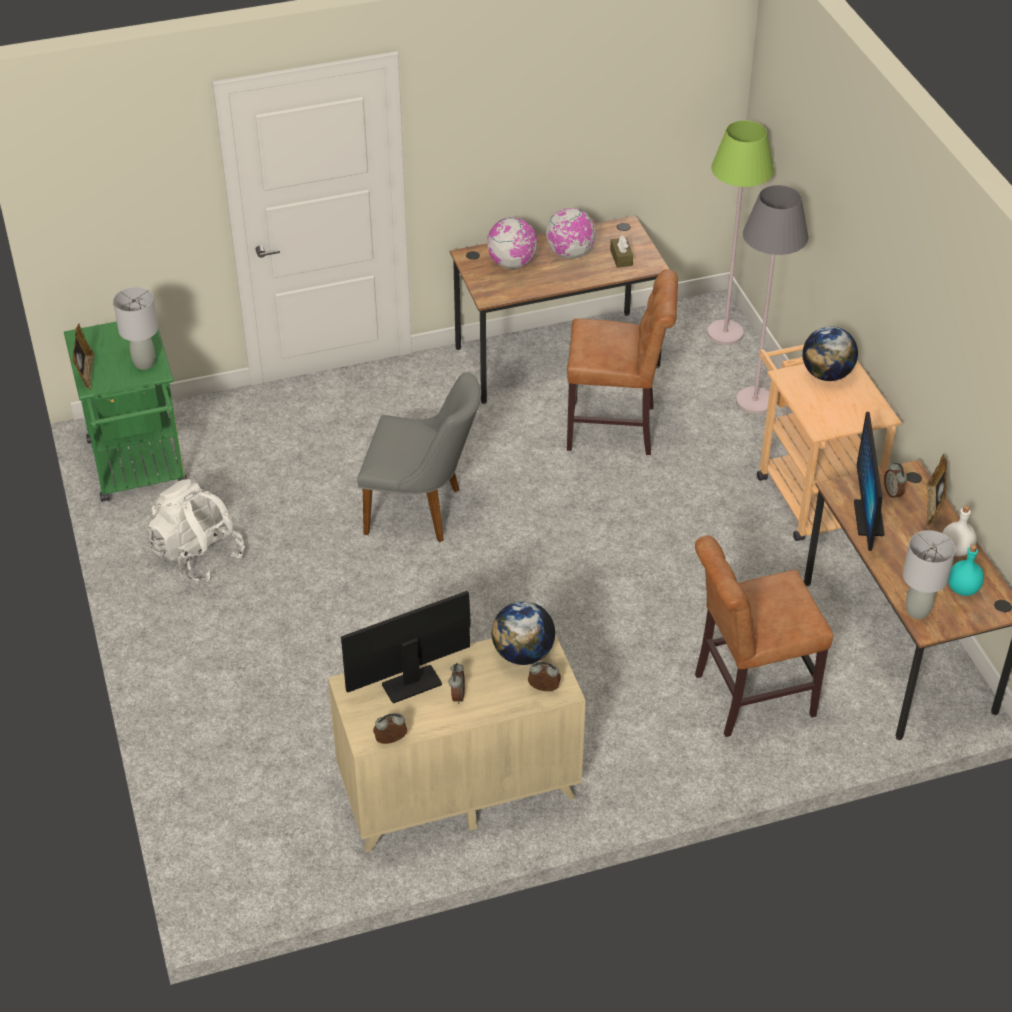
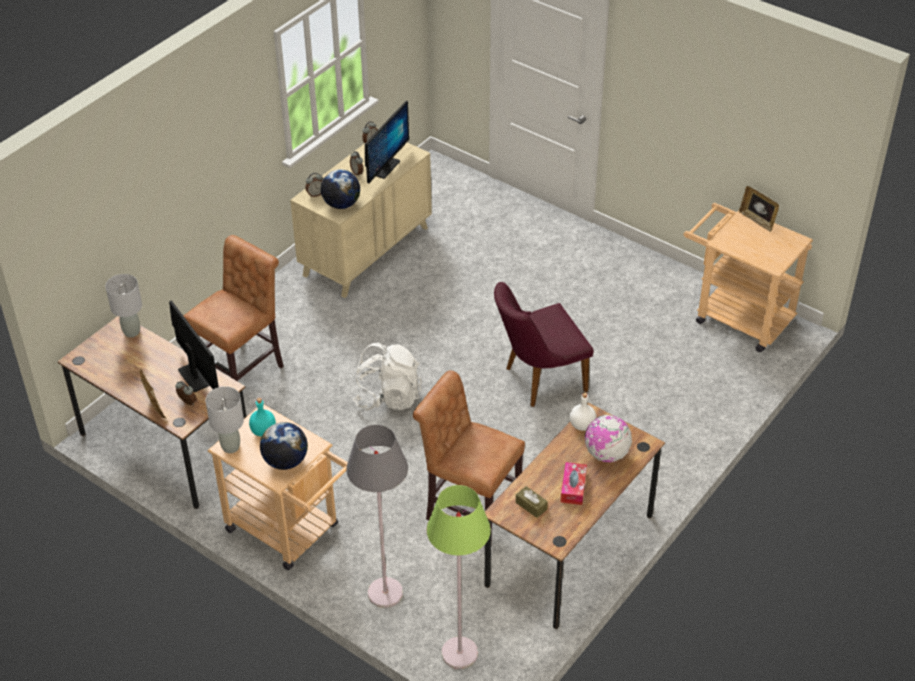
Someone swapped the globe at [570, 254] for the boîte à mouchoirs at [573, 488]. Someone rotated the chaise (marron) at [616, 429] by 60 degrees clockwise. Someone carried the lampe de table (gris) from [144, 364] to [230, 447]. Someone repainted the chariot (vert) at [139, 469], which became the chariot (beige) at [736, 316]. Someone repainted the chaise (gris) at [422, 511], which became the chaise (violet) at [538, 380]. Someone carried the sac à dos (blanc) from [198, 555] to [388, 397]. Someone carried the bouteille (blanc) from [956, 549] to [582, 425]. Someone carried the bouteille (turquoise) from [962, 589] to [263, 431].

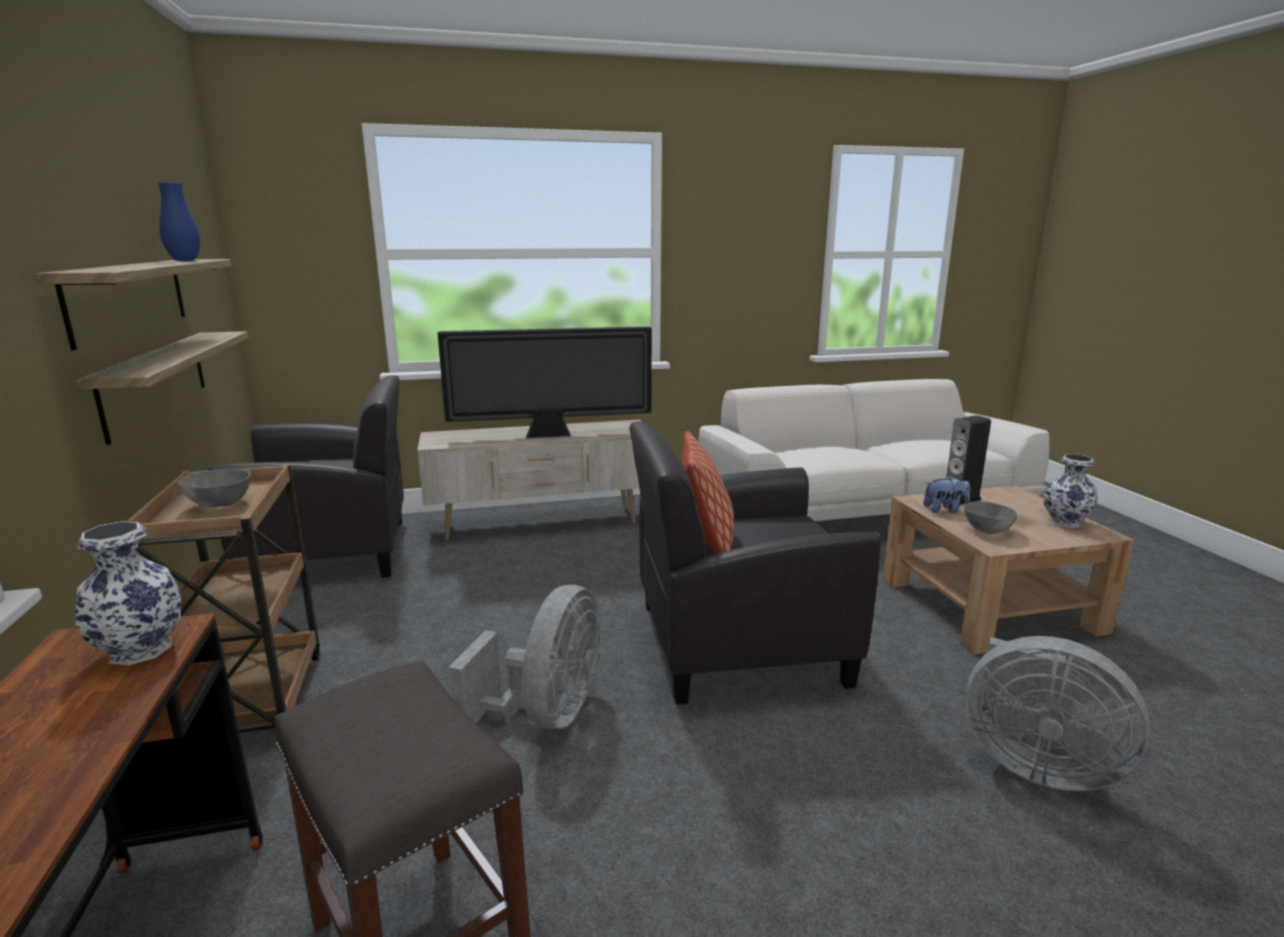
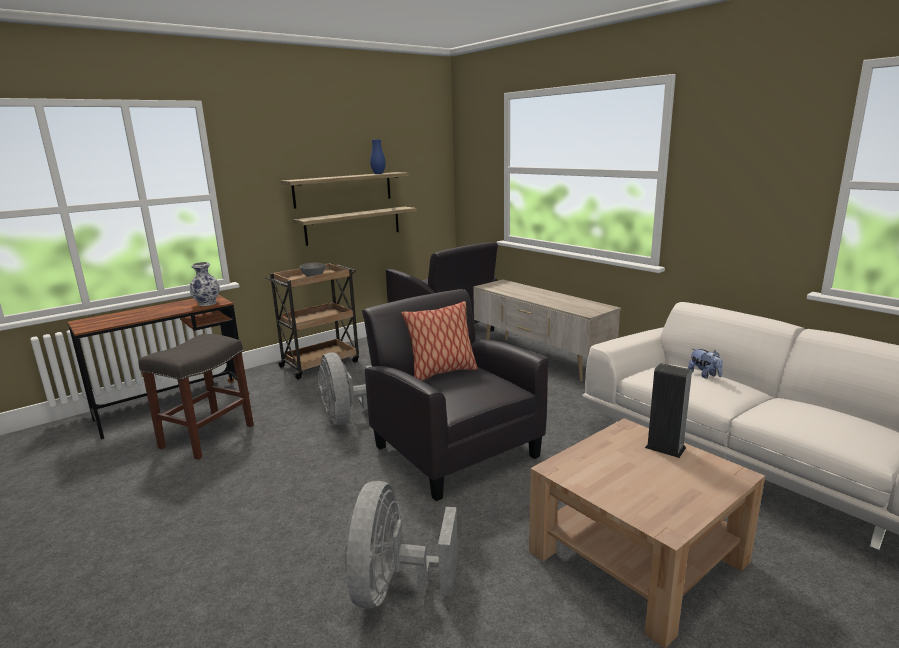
Someone took away the téléviseur at [551, 435]. Someone took away the vase at [1066, 522]. Someone carried the peluche from [944, 510] to [704, 375]. Someone took away the bol (gris) at [986, 531]. Someone rotated the ventilateur (gris) at [547, 714] by 75 degrees clockwise.

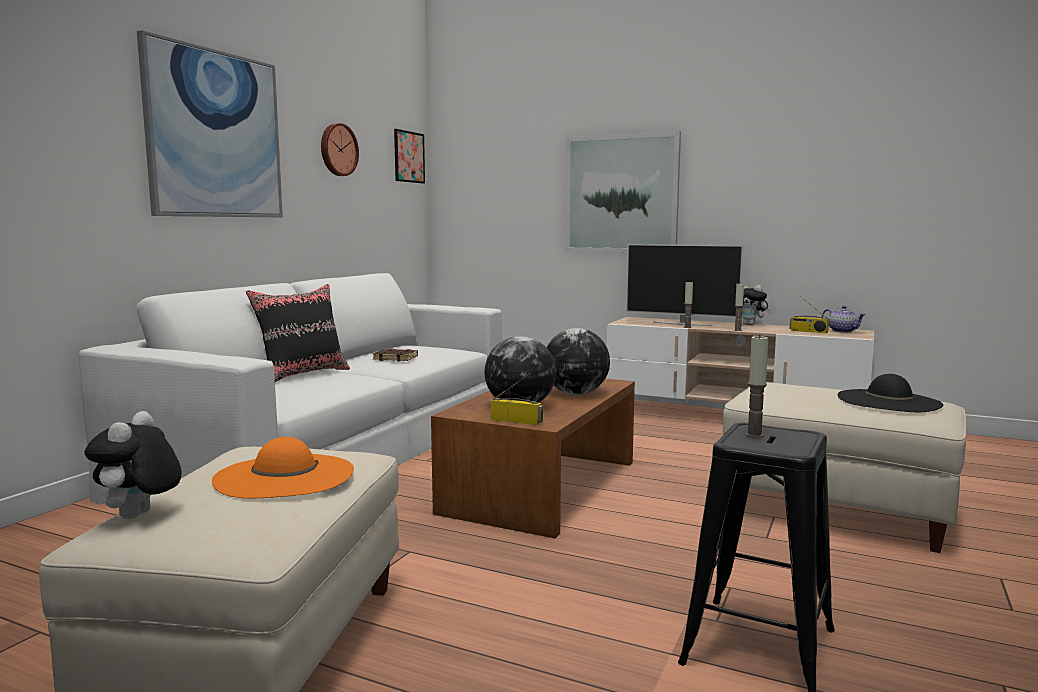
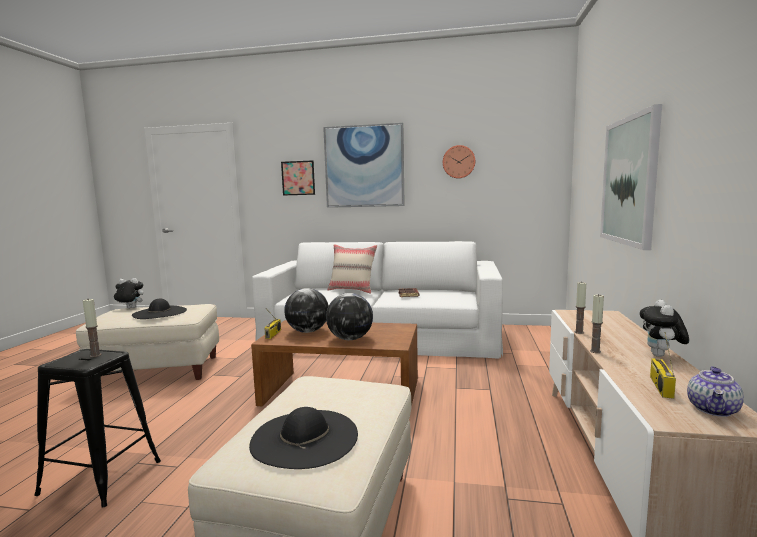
Someone carried the tableau from [409, 157] to [298, 178]. Someone took away the téléviseur at [681, 324]. Someone repainted the coussin (noir) at [303, 374], which became the coussin (beige) at [352, 290]. Someone repainted the chapeau (orange) at [284, 476], which became the chapeau (noir) at [159, 312].

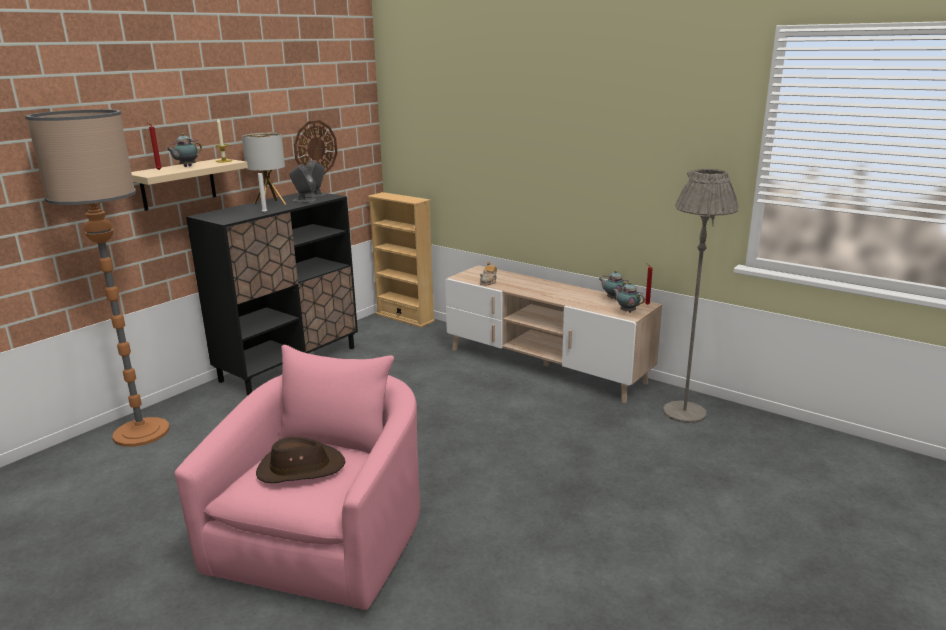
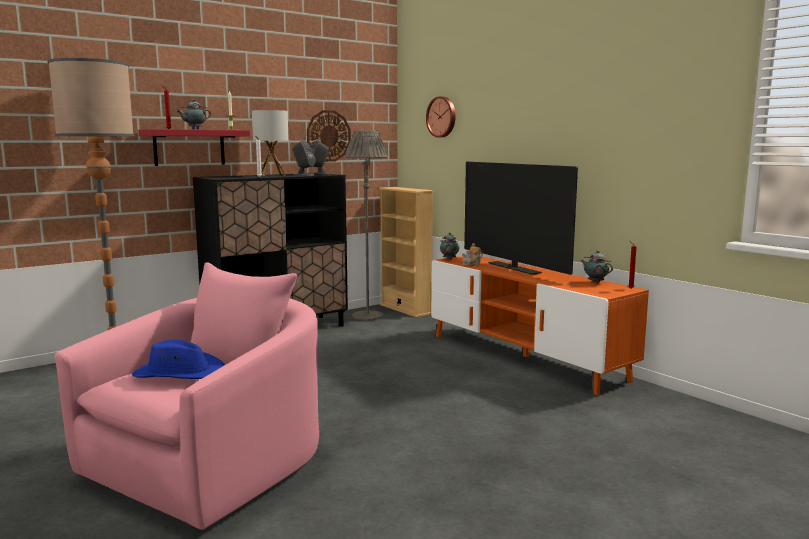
Someone repainted the étagère (beige) at [178, 184], which became the étagère (rouge) at [189, 147]. Someone carried the lampadaire (gris) from [684, 412] to [367, 316]. Someone repainted the meuble télé (beige) at [545, 366], which became the meuble télé (orange) at [524, 356]. Someone carried the théière from [627, 311] to [449, 259]. Someone repainted the chapeau (marron) at [300, 468], which became the chapeau (bleu) at [179, 373]. Someone put up the horloge murale at [442, 117]. Someone put down the téléviseur at [513, 268].

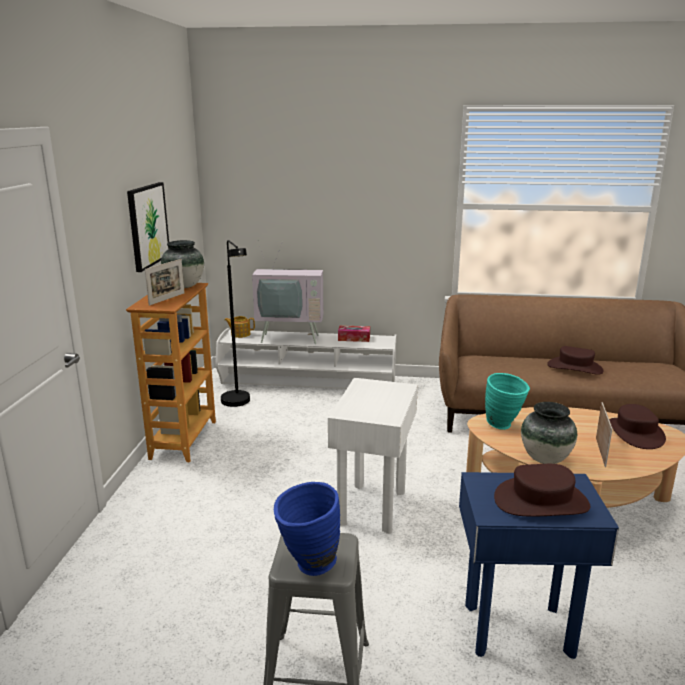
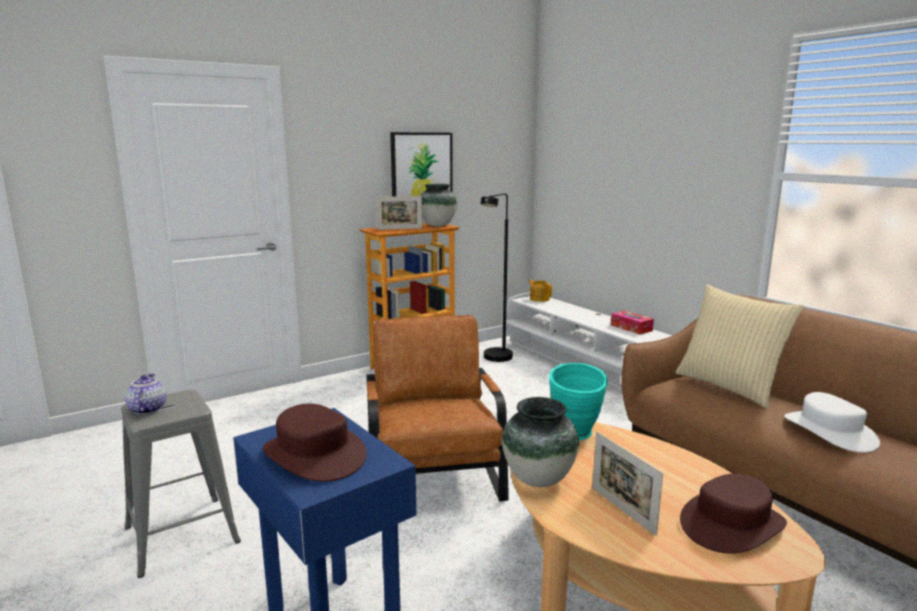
Someone took away the téléviseur at [291, 337]. Someone repainted the chapeau (marron) at [575, 367], which became the chapeau (blanc) at [830, 431]. Someone swapped the table d'appoint (blanc) at [373, 507] for the fauteuil (marron) at [433, 470]. Someone rotated the cadre photo at [600, 452] by 90 degrees clockwise. Someone swapped the vase (bleu) at [307, 566] for the théière at [147, 409]. Someone put down the coussin (beige) at [729, 386].

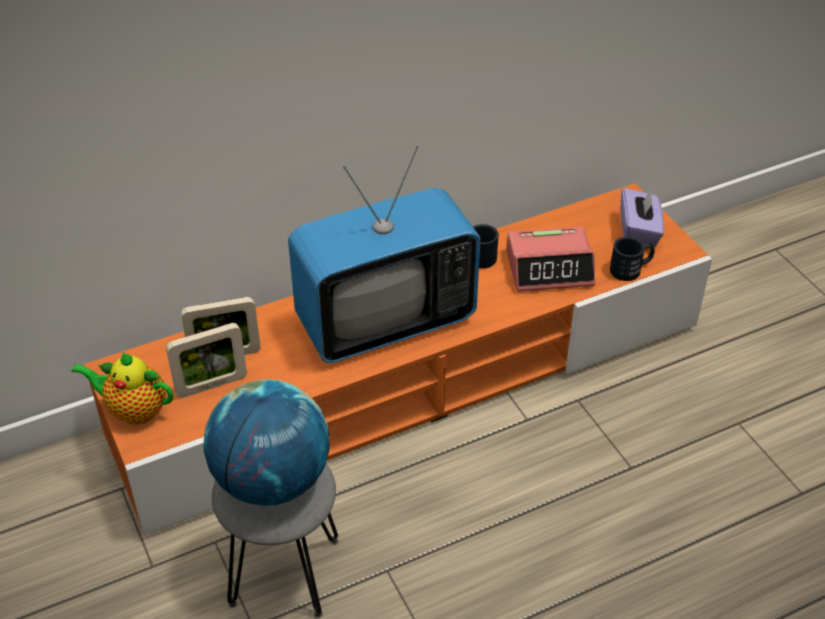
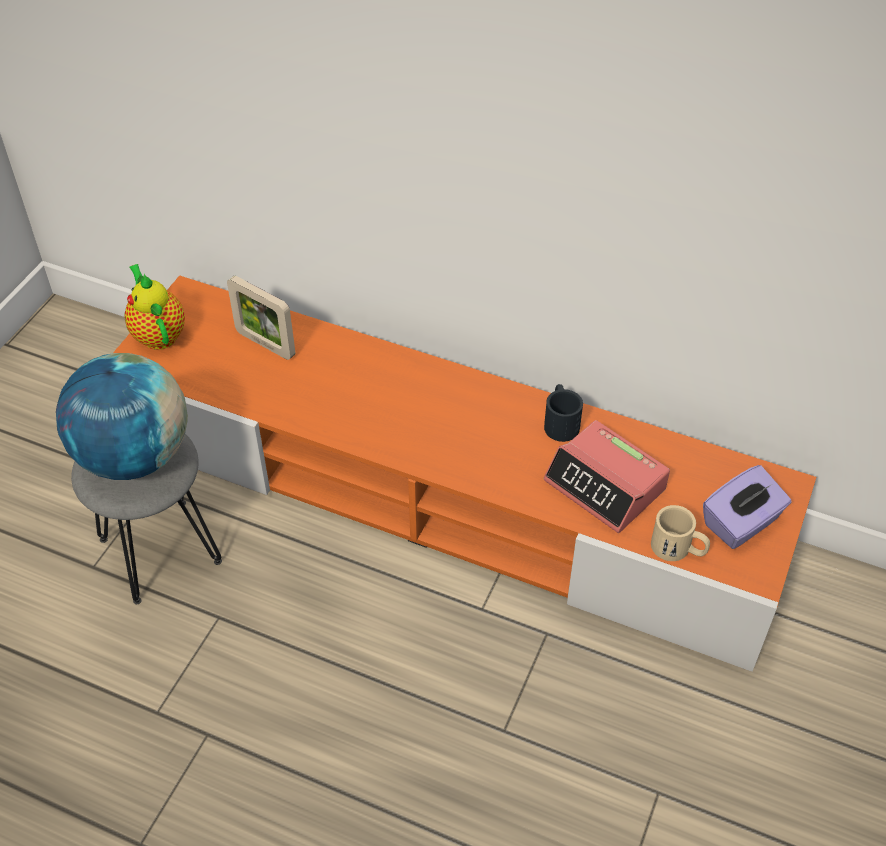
Someone took away the téléviseur at [385, 321]. Someone repainted the mug (noir) at [631, 269], which became the mug (beige) at [678, 549]. Someone took away the cadre photo at [211, 385].

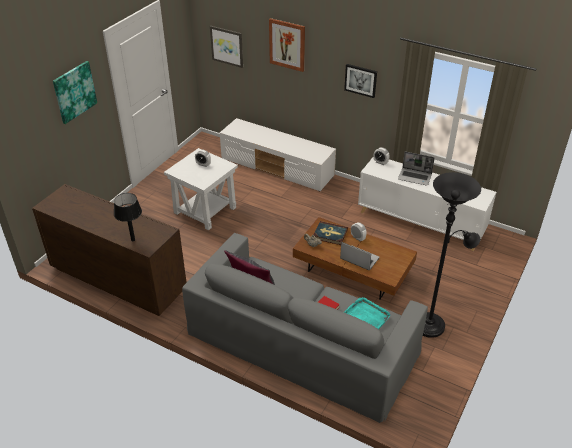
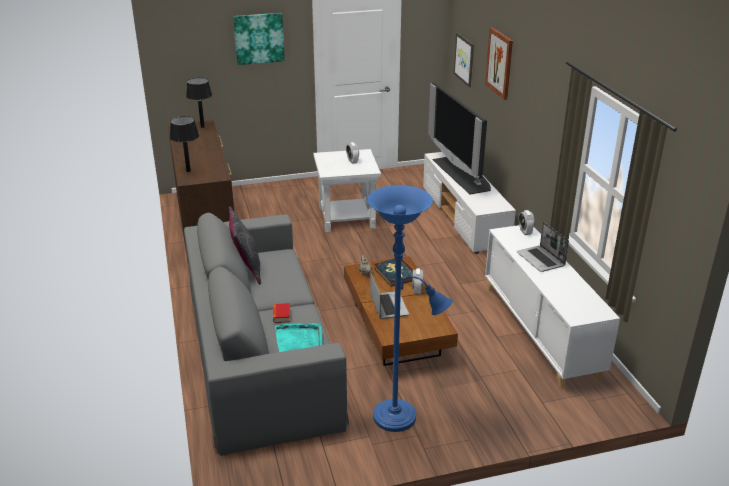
Someone took away the tableau at [361, 80]. Someone repainted the lampadaire (noir) at [432, 324], which became the lampadaire (bleu) at [400, 418]. Someone put down the lampe de table (noir) at [202, 127]. Someone put down the téléviseur at [462, 174].

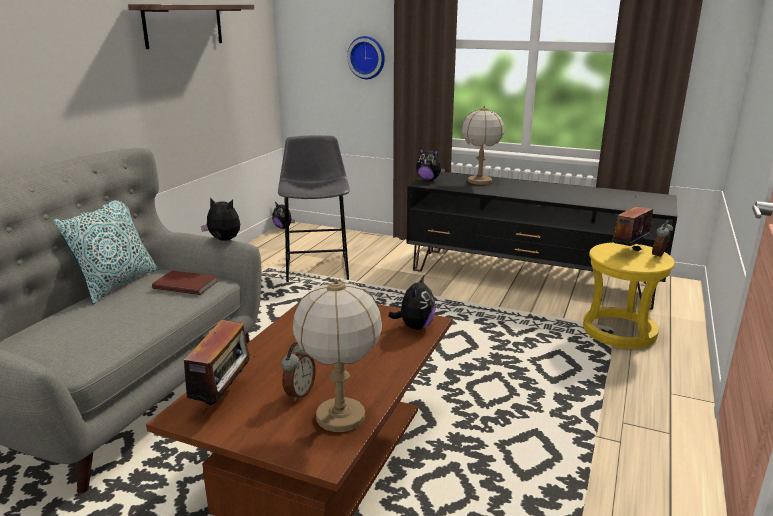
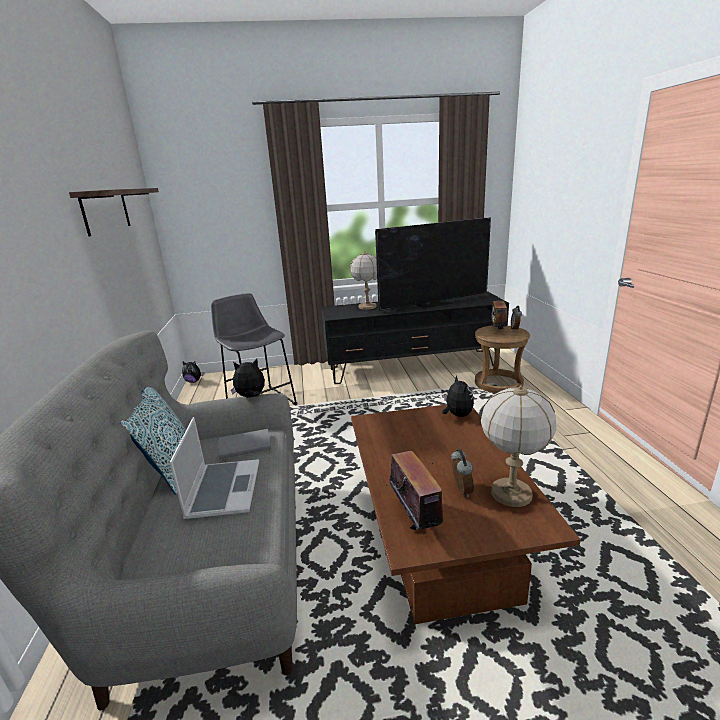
Someone took away the horloge murale at [367, 57]. Someone took away the peluche at [429, 179]. Someone repainted the tabouret (jaune) at [619, 331], which became the tabouret (marron) at [498, 384]. Someone repainted the livre (marron) at [185, 284], which became the livre (gris) at [244, 445]. Someone put down the téléviseur at [434, 303]. Someone put down the ordinateur portable at [223, 489].

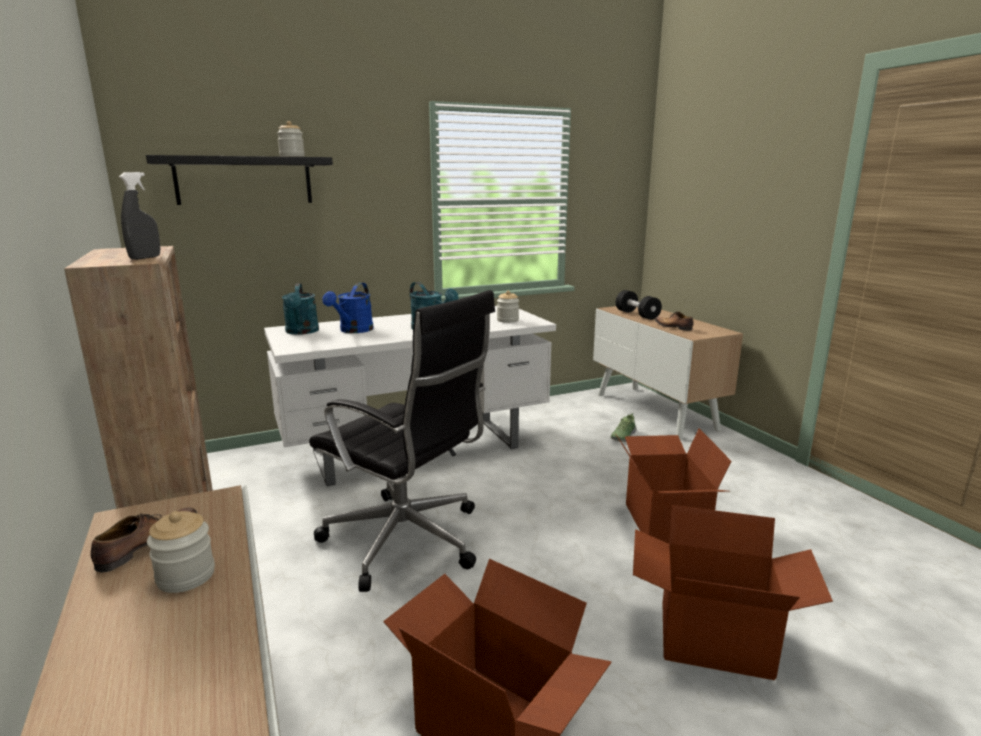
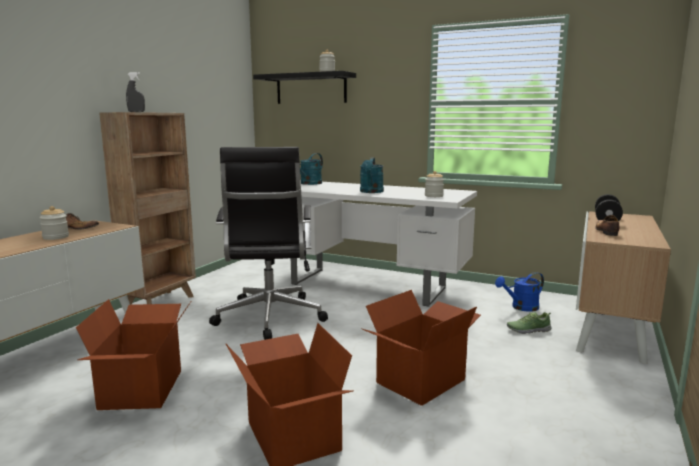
Someone carried the arrosoir (bleu) from [353, 331] to [521, 307].

